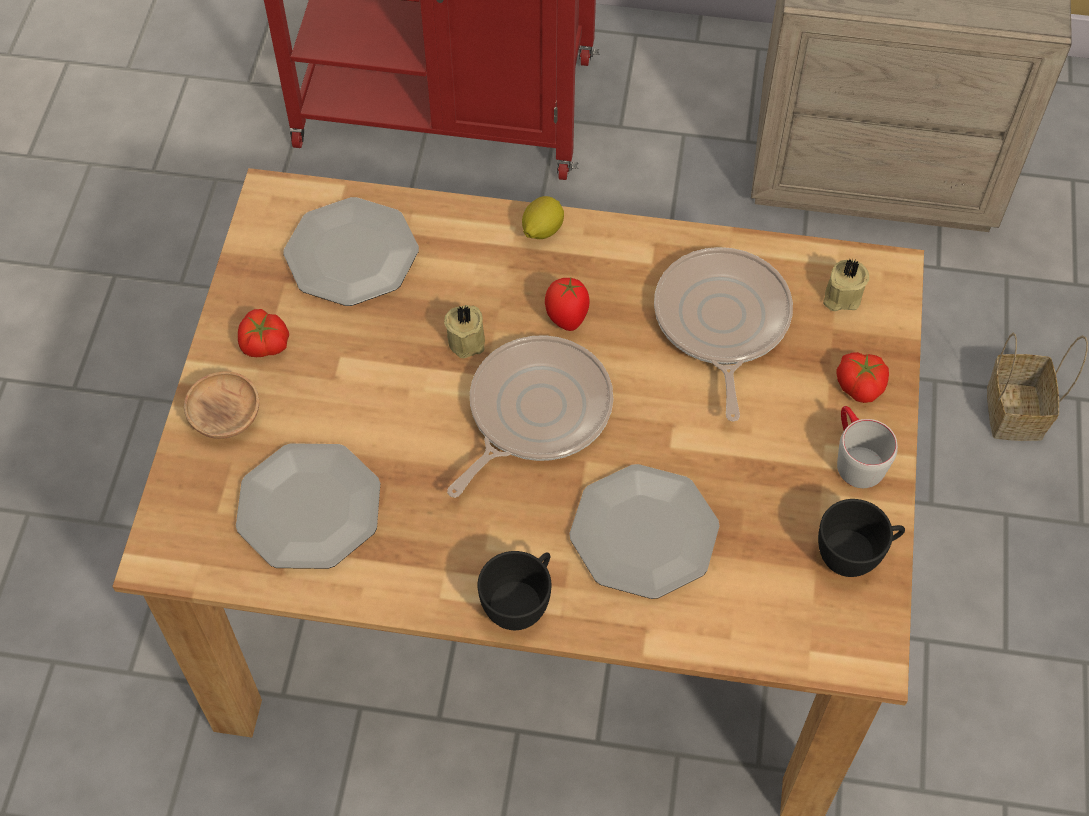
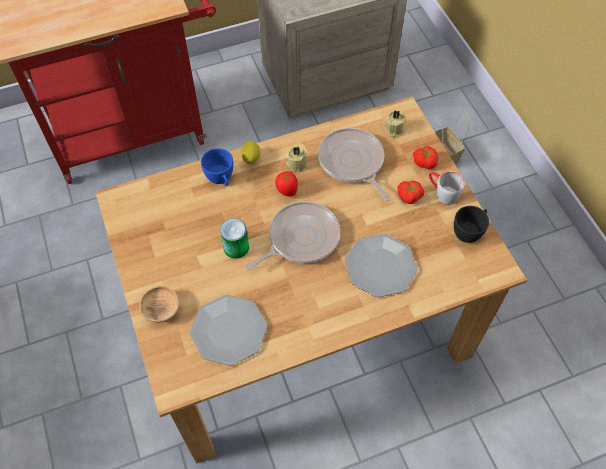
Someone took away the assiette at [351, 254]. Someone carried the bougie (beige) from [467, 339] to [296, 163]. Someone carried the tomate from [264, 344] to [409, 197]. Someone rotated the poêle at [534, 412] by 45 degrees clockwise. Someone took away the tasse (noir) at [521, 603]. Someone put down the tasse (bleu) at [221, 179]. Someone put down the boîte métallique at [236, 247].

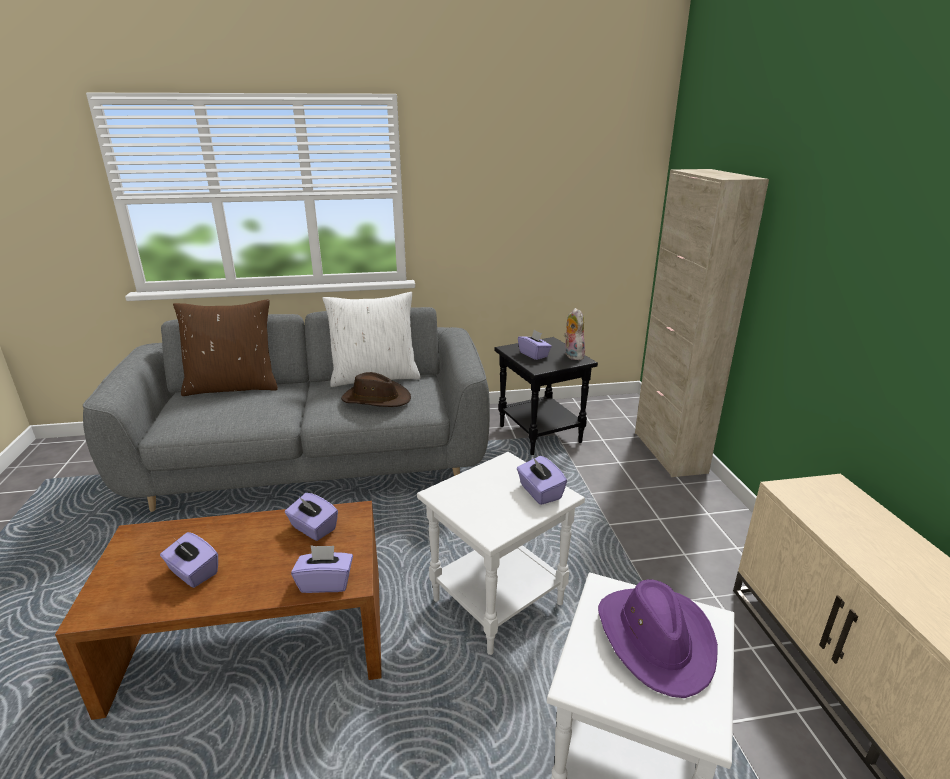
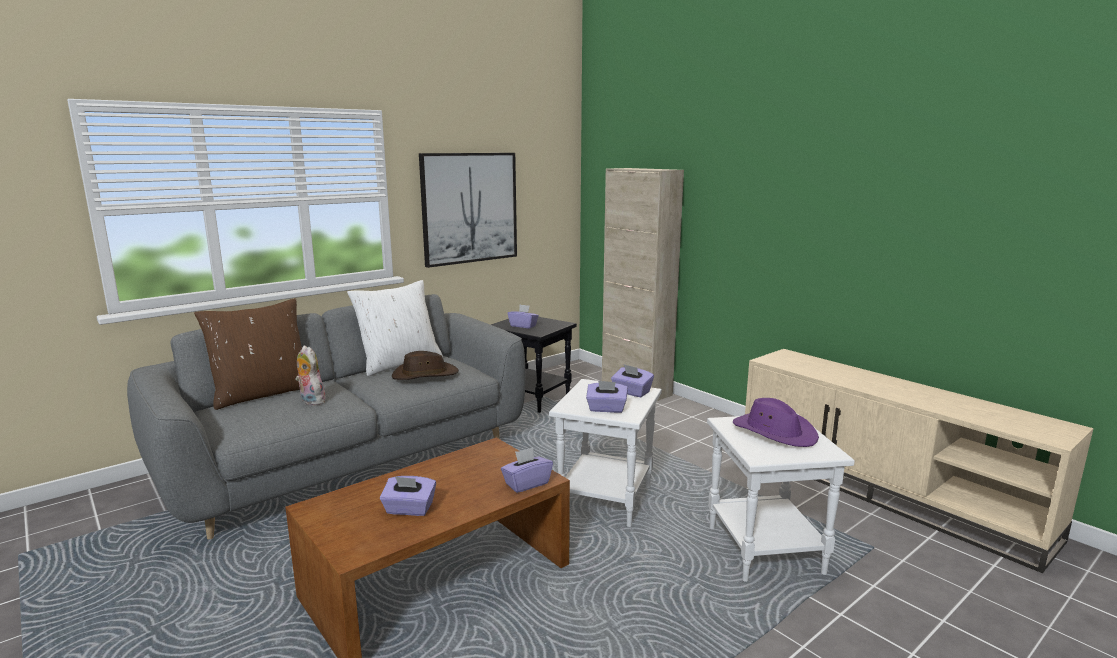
Someone carried the peluche from [572, 355] to [310, 401]. Someone carried the boîte à mouchoirs (violet) from [313, 528] to [606, 409]. Someone put up the tableau at [469, 208].

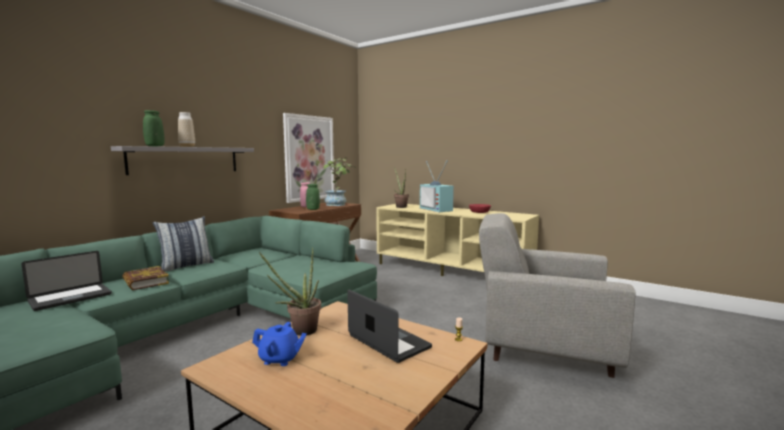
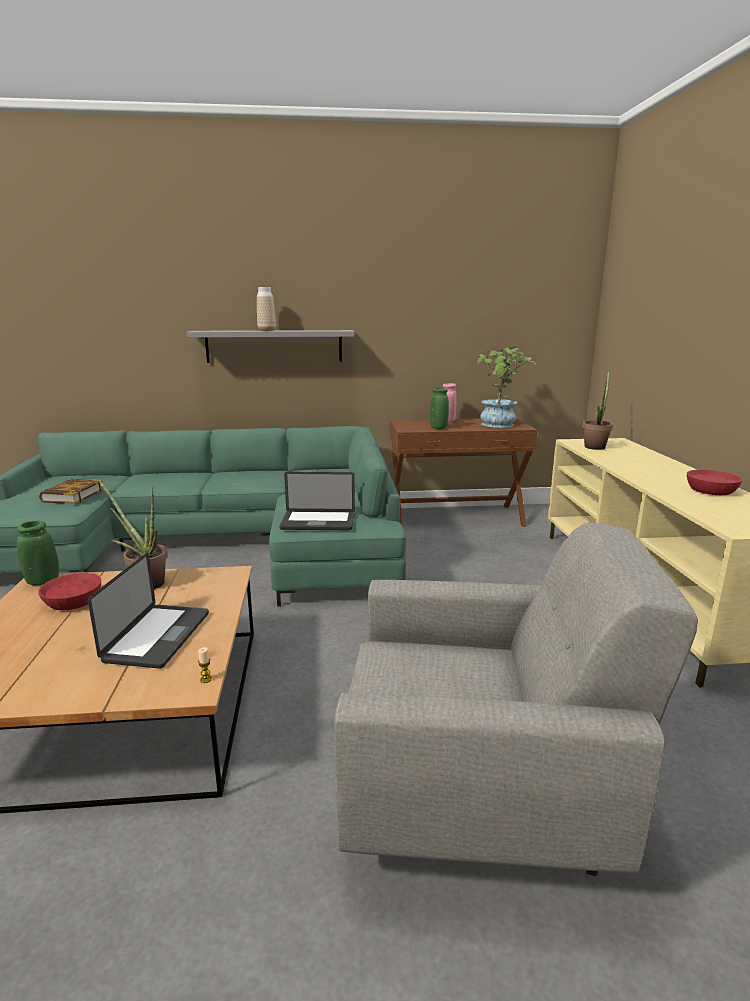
Someone carried the vase (vert) from [155, 146] to [42, 581]. Someone took away the tableau at [309, 158]. Someone took away the téléviseur at [437, 209]. Someone rotated the fauteuil (gris) at [542, 349] by 120 degrees clockwise. Someone took away the coussin at [186, 265]. Someone carried the ordinateur portable from [70, 298] to [318, 522]. Someone carried the livre from [145, 282] to [72, 495]. Someone swapped the théière (bleu) at [280, 359] for the bol (rouge) at [72, 601].

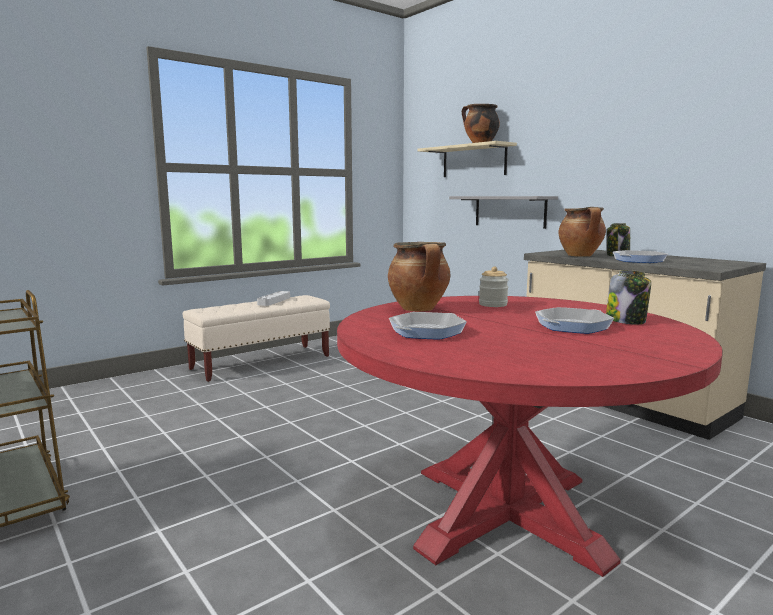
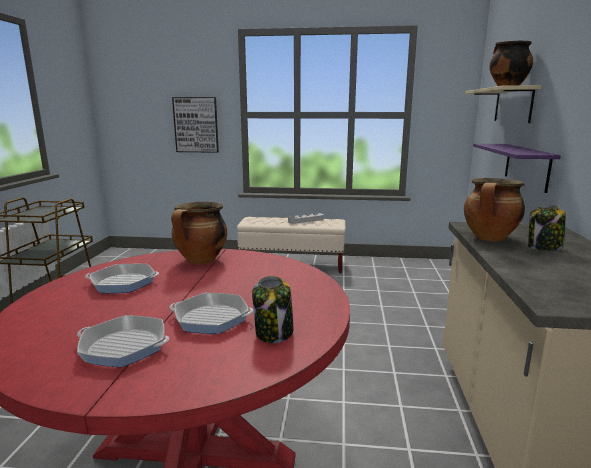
Someone repainted the étagère (gris) at [509, 211], which became the étagère (violet) at [526, 166]. Someone carried the poêle from [639, 260] to [124, 346]. Someone took away the bocal at [493, 304]. Someone put up the tableau at [196, 125].

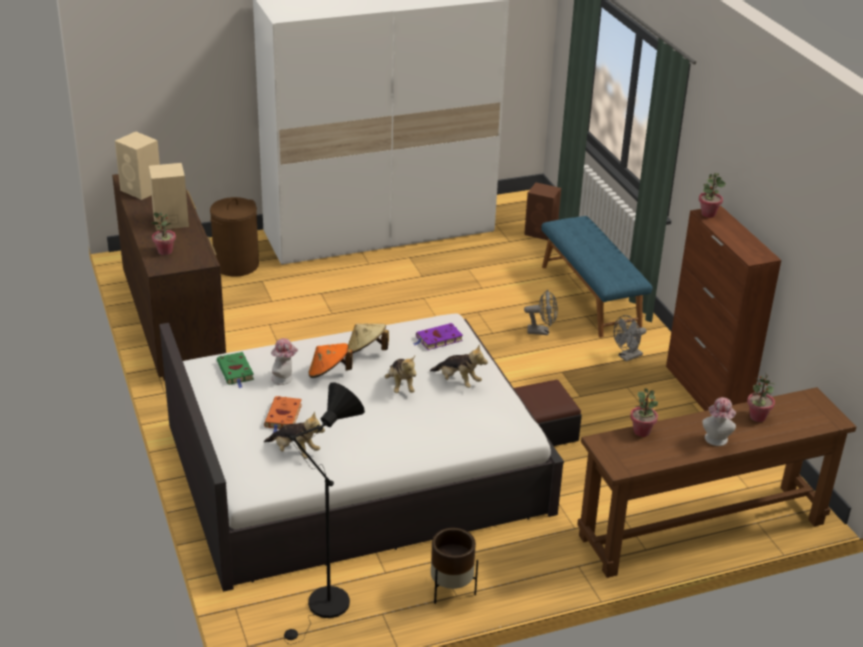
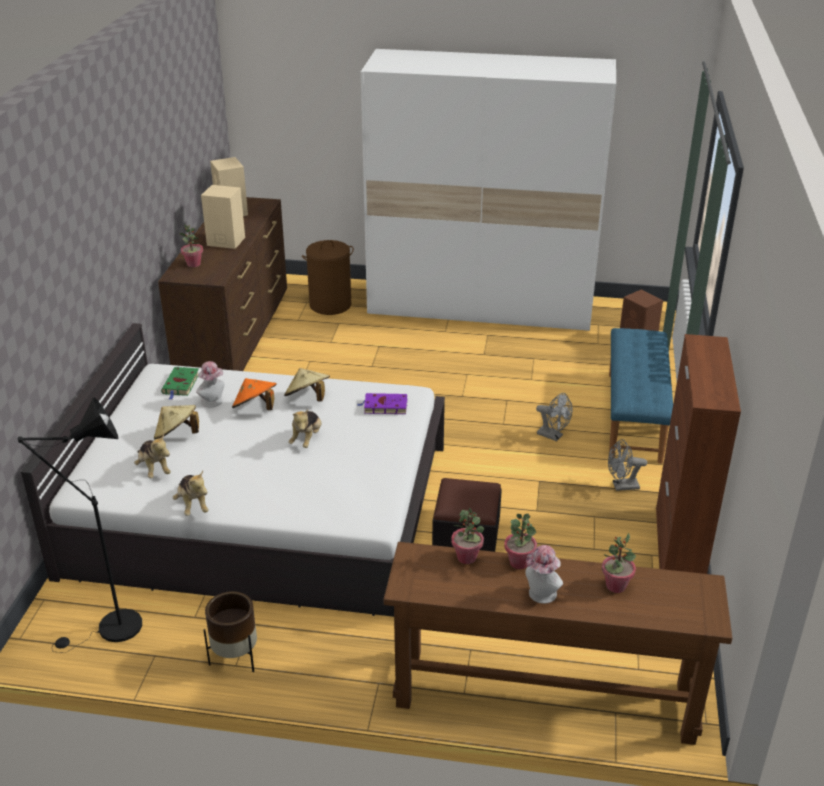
Someone carried the plante en pot from [708, 214] to [519, 562]. Someone carried the peluche from [458, 381] to [193, 505]. Someone swapped the livre (orange) at [283, 417] for the chapeau (beige) at [177, 435].

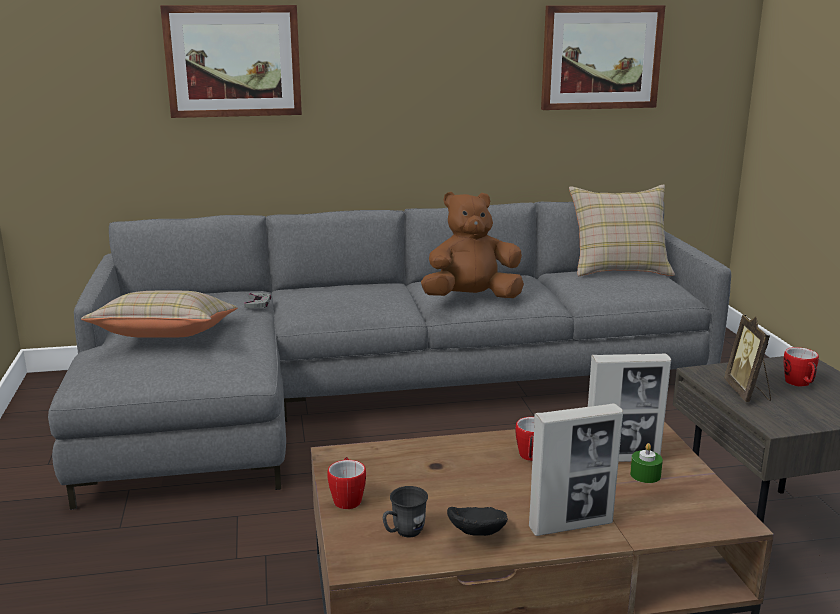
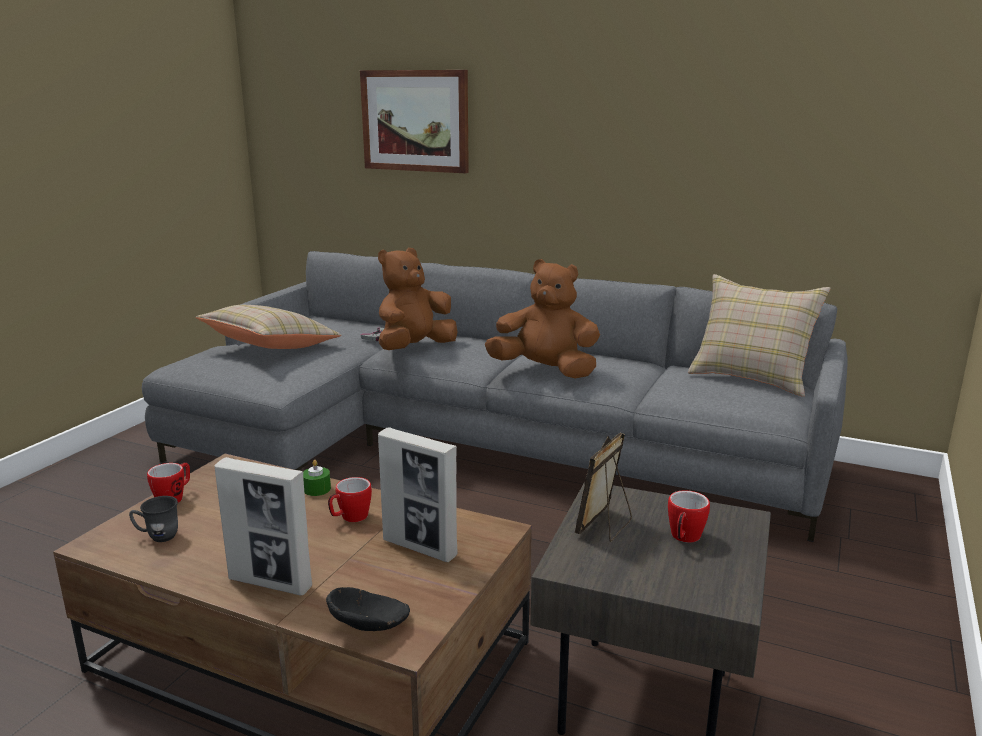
Someone took away the tableau at [601, 57]. Someone carried the bougie (vert) from [645, 475] to [317, 489]. Someone carried the bol (noir) from [479, 533] to [373, 627]. Someone put down the peluche (marron) at [414, 348].

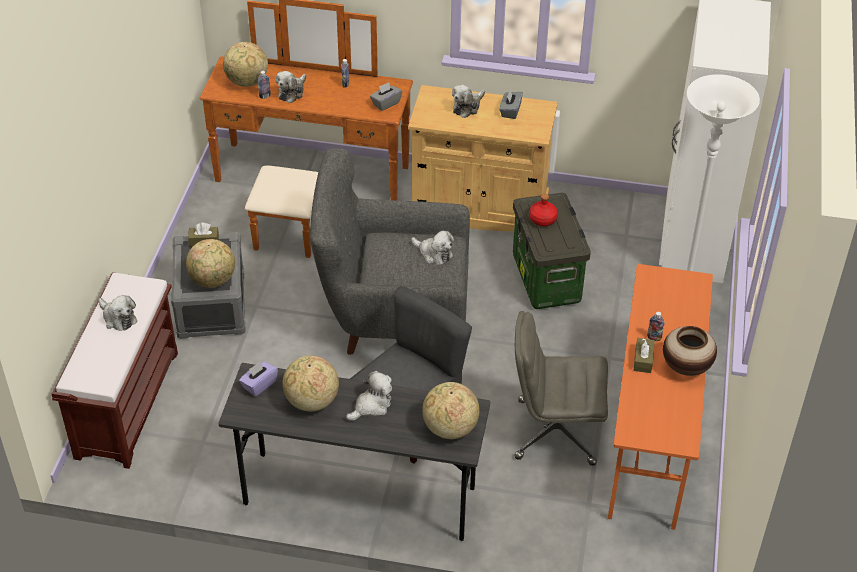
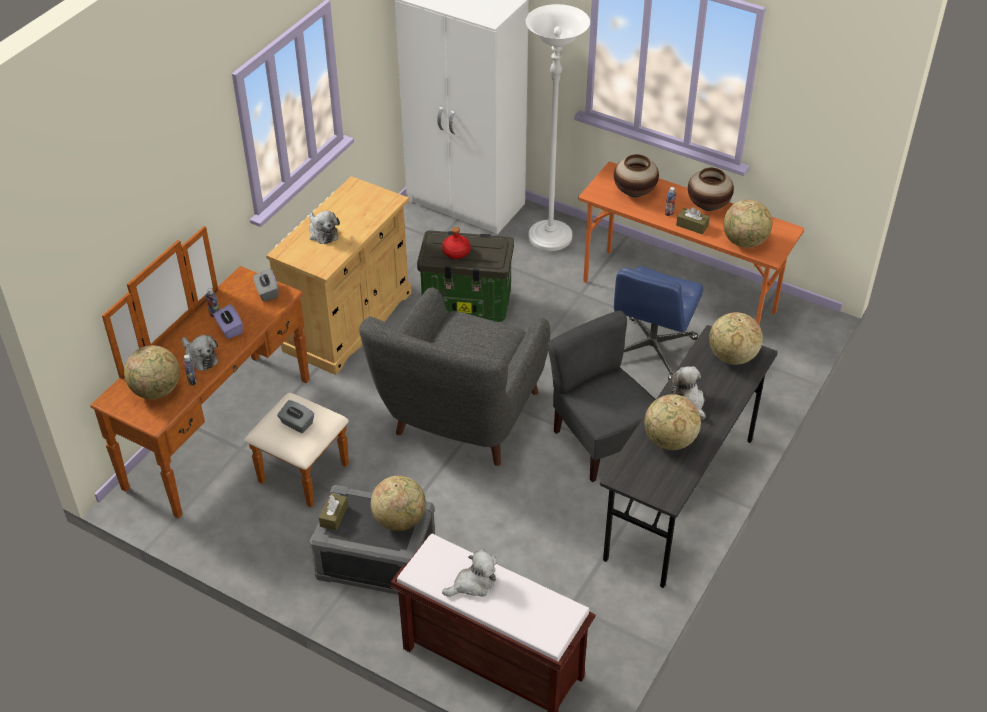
Someone carried the boîte à mouchoirs (gris) from [510, 111] to [297, 424]. Someone took away the peluche at [434, 254]. Someone repainted the chaise de bureau (gris) at [554, 432], which became the chaise de bureau (bleu) at [651, 351]. Someone carried the boîte à mouchoirs (violet) from [259, 385] to [229, 329]. Someone put down the vase at [634, 192]. Someone put down the globe at [744, 242].

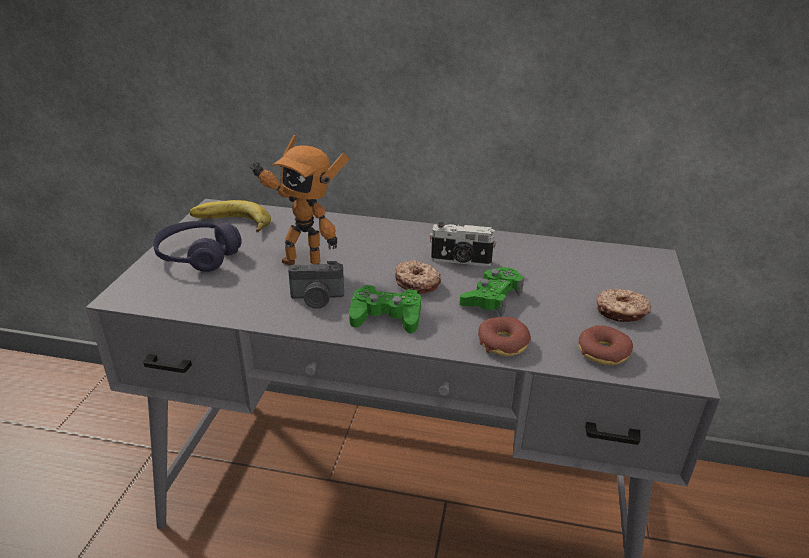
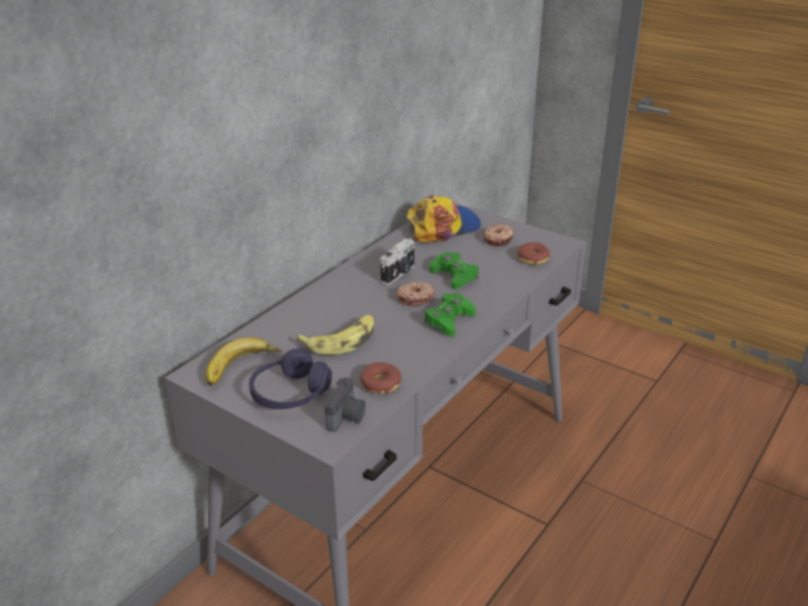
Someone swapped the robot jouet at [302, 260] for the banane at [342, 340]. Someone carried the appareil photo from [317, 299] to [347, 417]. Someone carried the beignet from [503, 343] to [380, 384]. Someone put down the casquette at [443, 227].

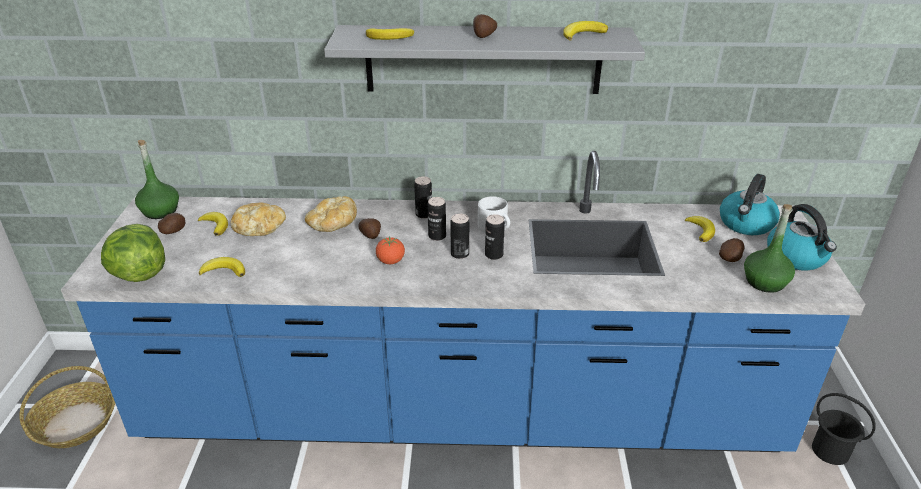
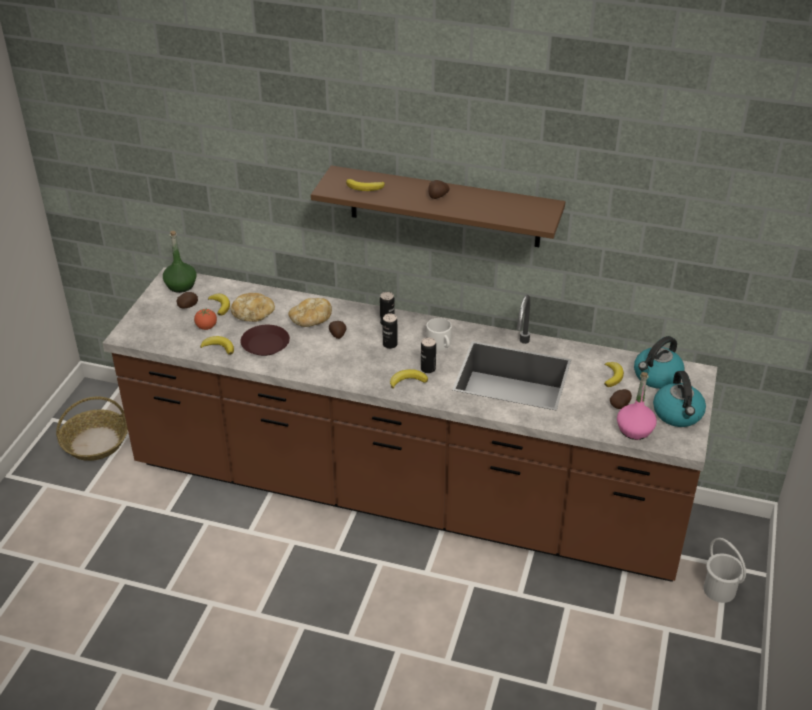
Someone carried the banane from [582, 34] to [407, 381]. Someone repainted the étagère (gris) at [483, 59], which became the étagère (marron) at [444, 207]. Someone repainted the comptoir de cuisine (bleu) at [460, 412], which became the comptoir de cuisine (marron) at [406, 494]. Someone repainted the bouteille (vert) at [764, 282], which became the bouteille (rose) at [634, 430]. Someone took away the boîte métallique at [459, 254]. Someone took away the laitue at [139, 274]. Someone carried the tomate from [390, 261] to [206, 327]. Someone repainted the seau (noir) at [830, 450], which became the seau (blanc) at [719, 589]. Someone put down the assiette (marron) at [265, 344].

